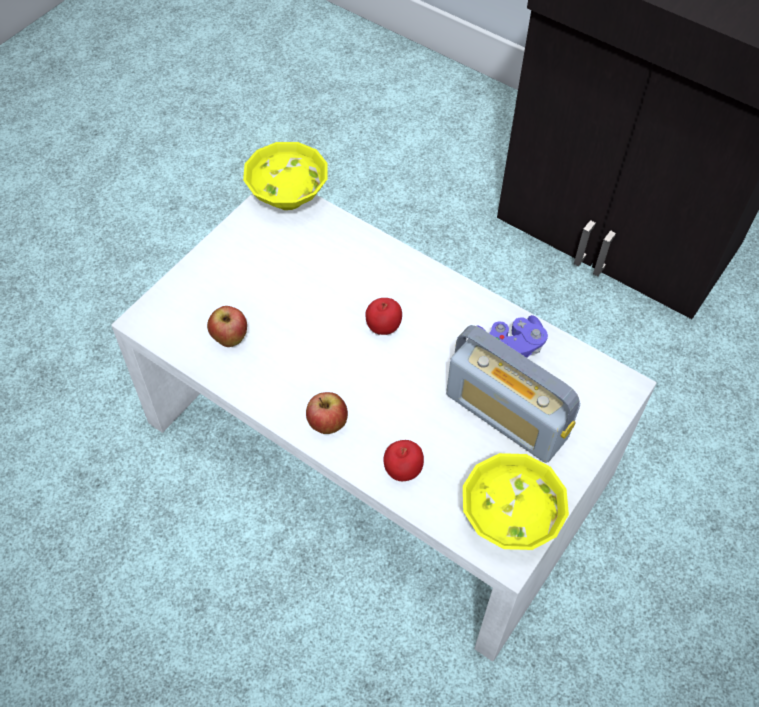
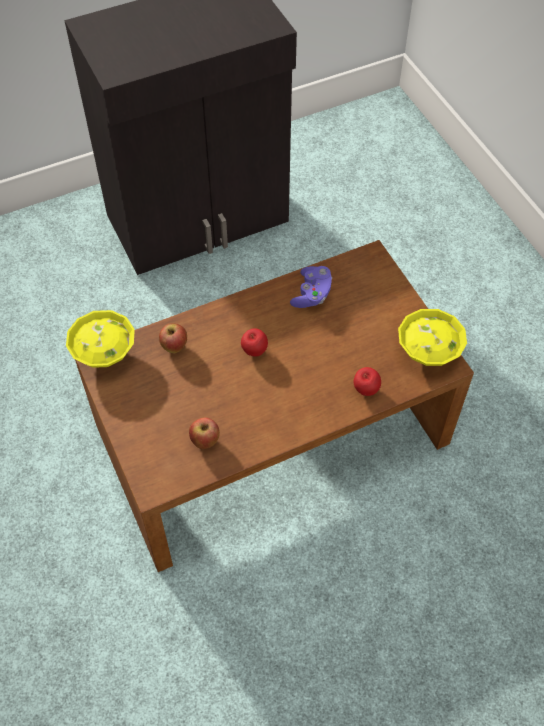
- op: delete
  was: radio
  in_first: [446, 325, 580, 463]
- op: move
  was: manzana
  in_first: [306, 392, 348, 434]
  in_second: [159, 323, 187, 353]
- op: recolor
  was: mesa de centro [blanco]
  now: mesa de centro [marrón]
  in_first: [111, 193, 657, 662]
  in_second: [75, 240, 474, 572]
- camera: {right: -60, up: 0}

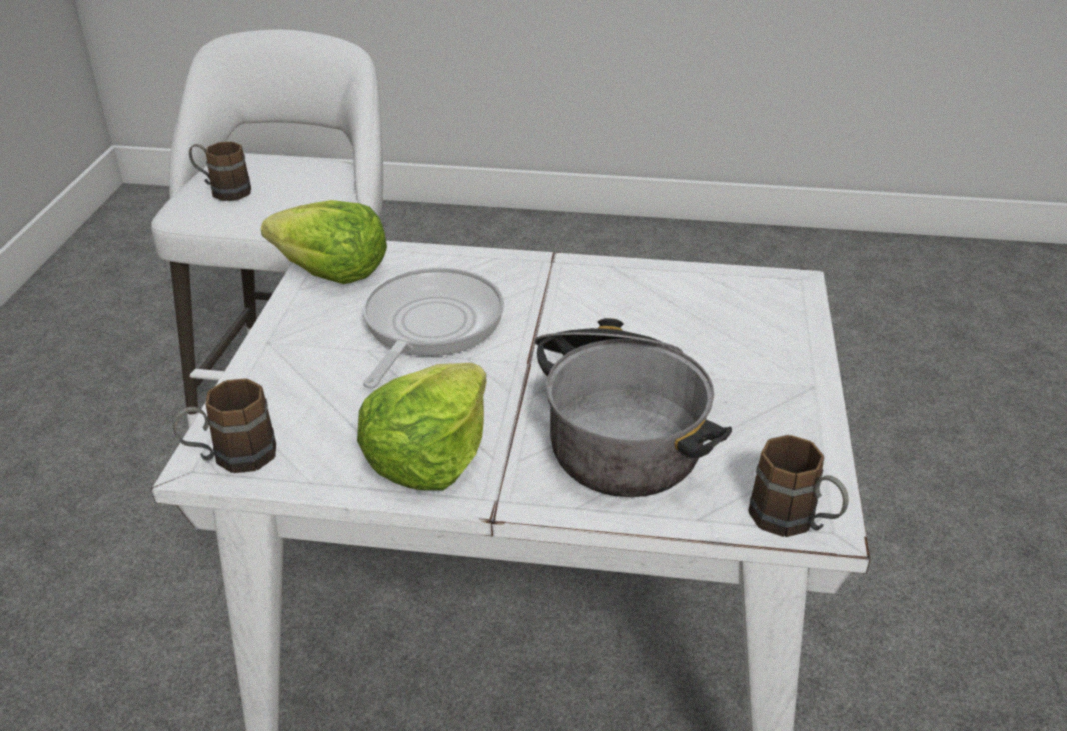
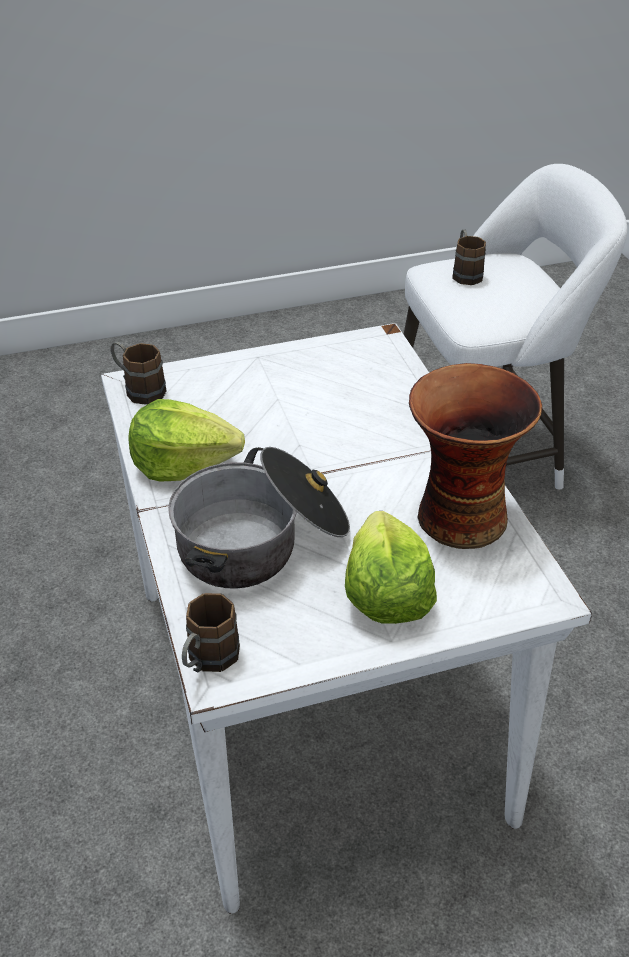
- op: delete
  was: sartén
  in_first: [362, 268, 504, 388]
- op: insert
  now: florero
  in_second: [409, 363, 542, 549]
- op: move
  was: lechuga
  in_first: [260, 200, 387, 284]
  in_second: [345, 511, 437, 624]
- camera: {right: 65, up: 5}

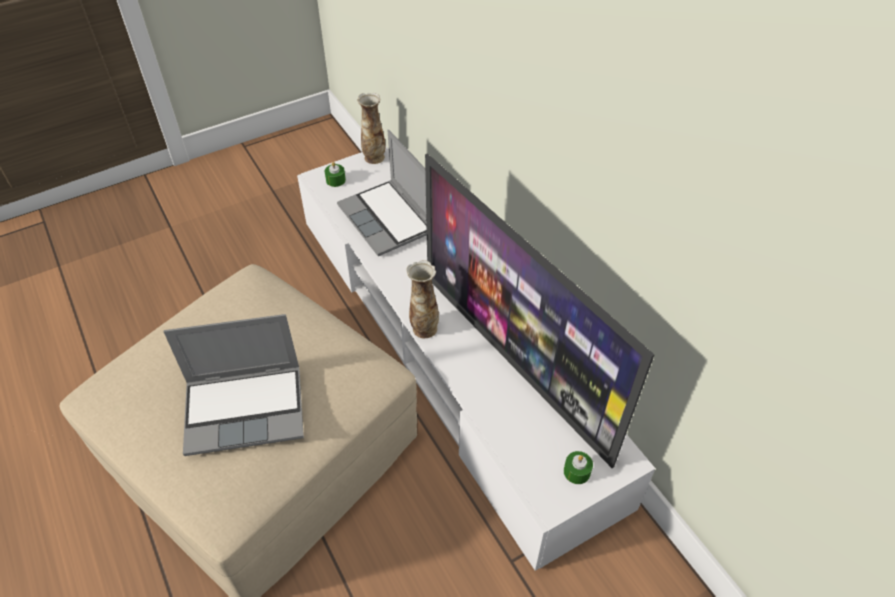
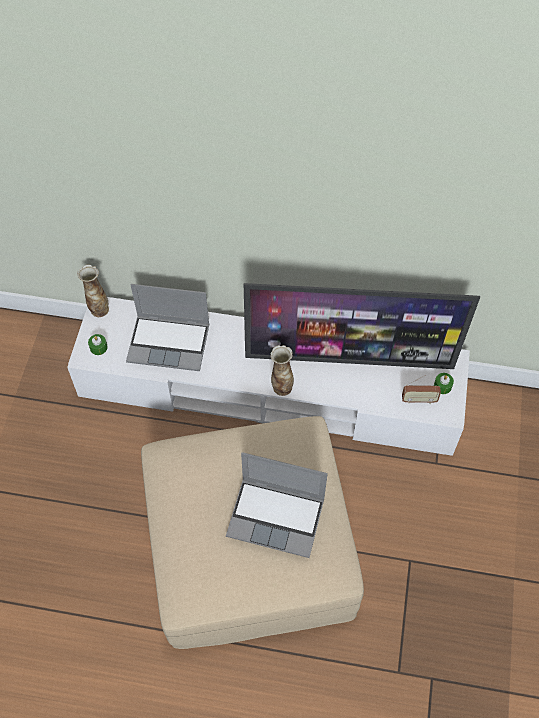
- op: insert
  now: radio
  in_second: [402, 375, 441, 404]
- op: rotate
  was: portátil
  in_first: [164, 314, 304, 456]
  in_second: [226, 452, 328, 558]
  clockwise: 75
- camera: {right: -50, up: 10}

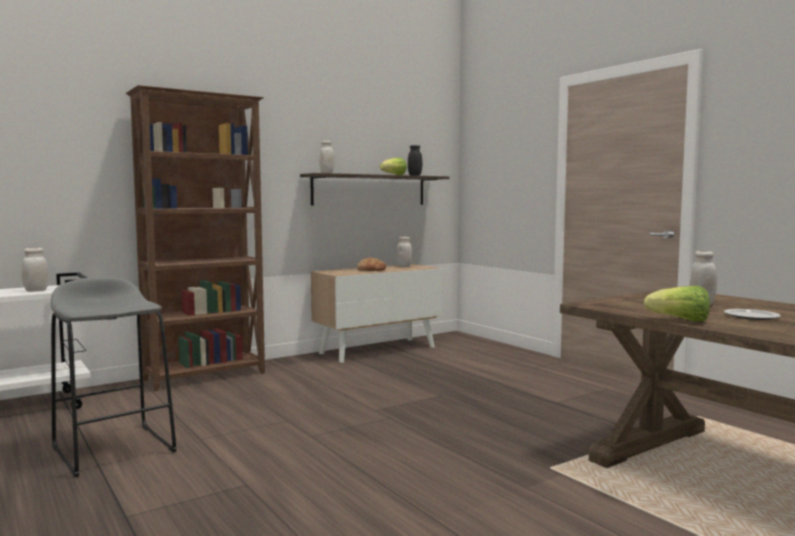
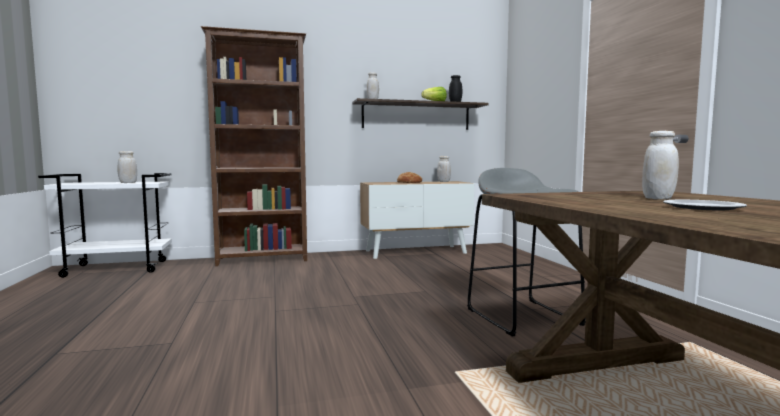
- op: delete
  was: lechuga
  in_first: [644, 286, 710, 322]
- op: move
  was: taburete [gris]
  in_first: [51, 277, 177, 477]
  in_second: [467, 168, 586, 337]
- camera: {right: 20, up: 0}

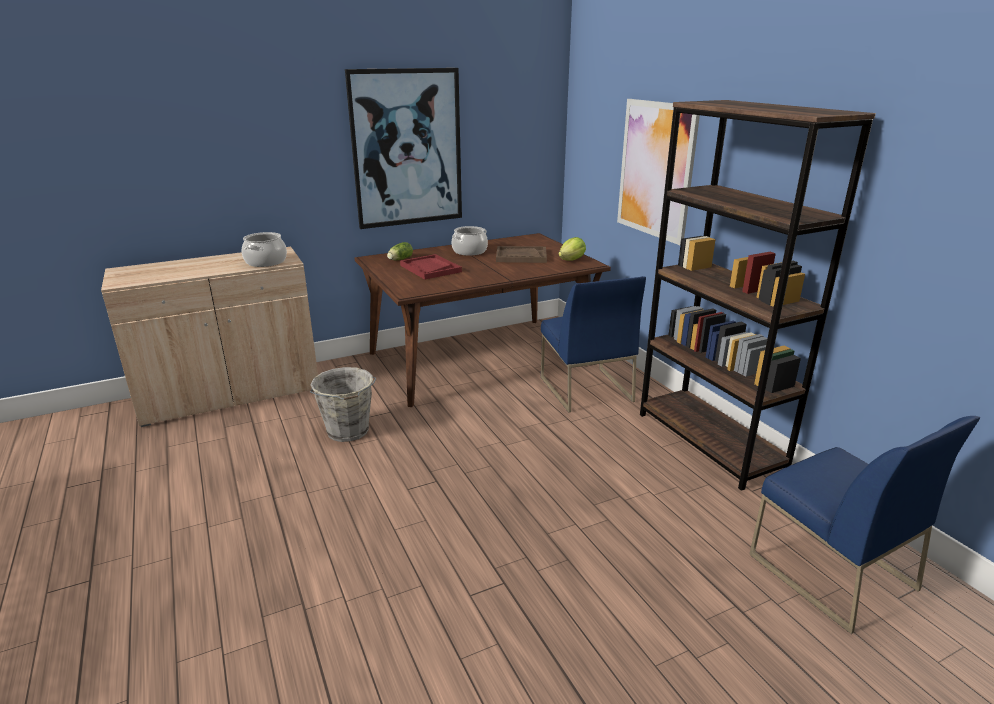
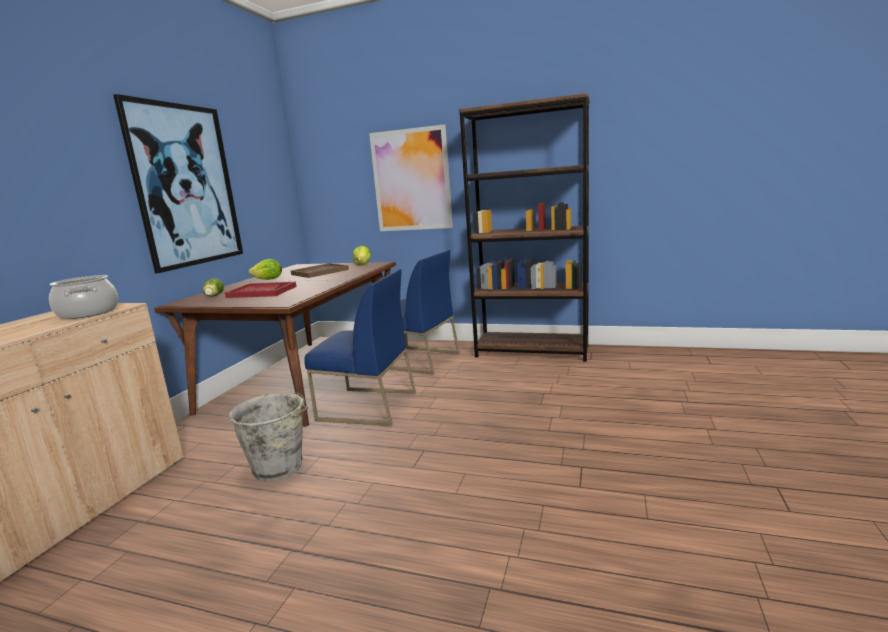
- op: move
  was: silla [azul]
  in_first: [749, 416, 980, 634]
  in_second: [304, 269, 416, 426]
- op: replace
  was: olla
  now: lechuga
  in_first: [452, 226, 488, 256]
  in_second: [249, 259, 282, 280]
- camera: {right: -45, up: -10}

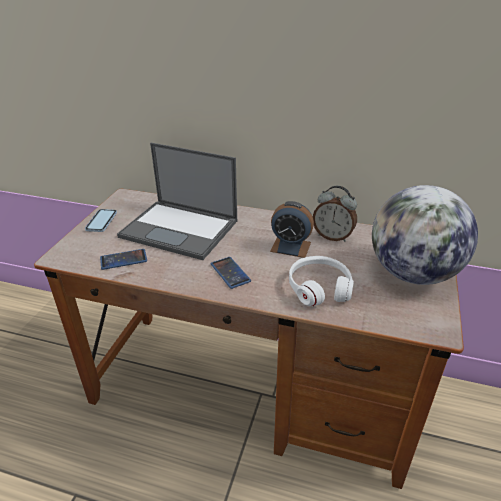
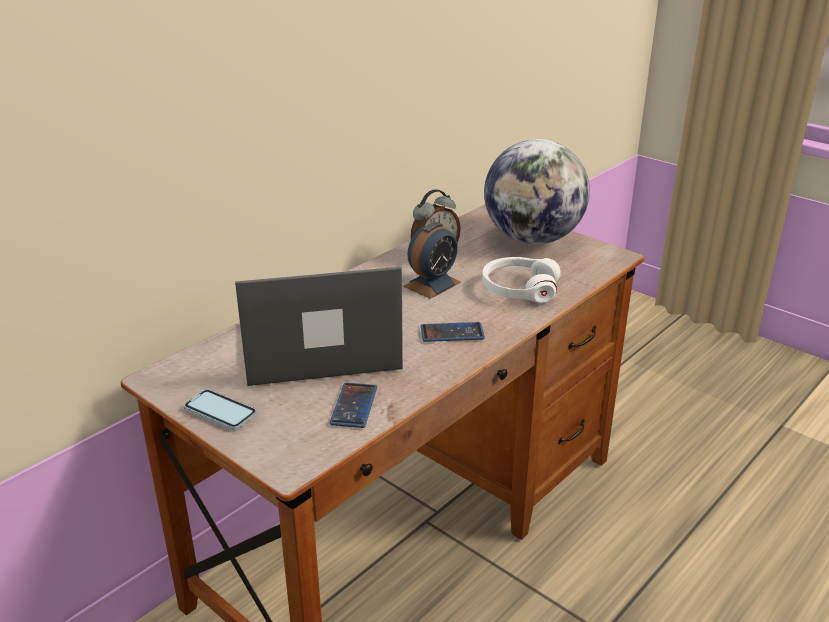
- op: rotate
  was: portátil
  in_first: [117, 143, 237, 260]
  in_second: [235, 267, 403, 386]
  clockwise: -150
- camera: {right: -65, up: -5}

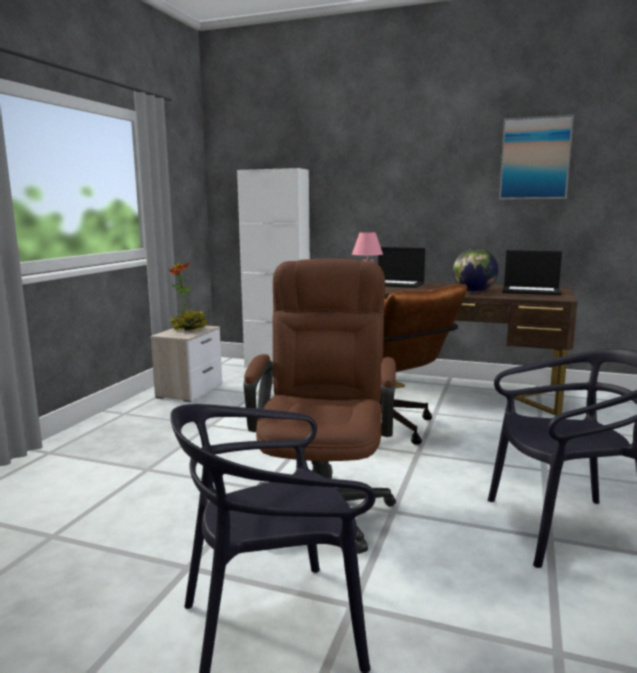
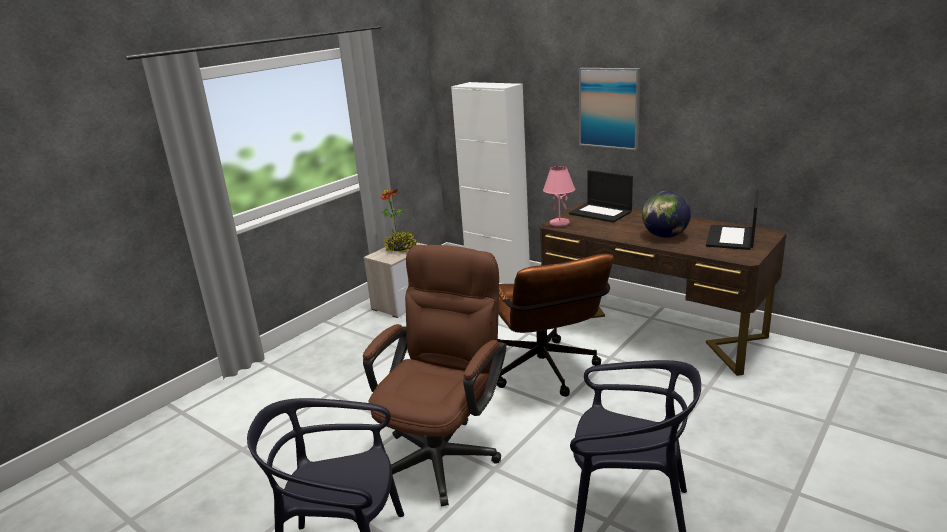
- op: move
  was: cuadro
  in_first: [499, 115, 574, 200]
  in_second: [579, 68, 640, 150]
- op: rotate
  was: portátil
  in_first: [502, 250, 562, 295]
  in_second: [706, 190, 759, 250]
  clockwise: 75
- camera: {right: 20, up: 10}

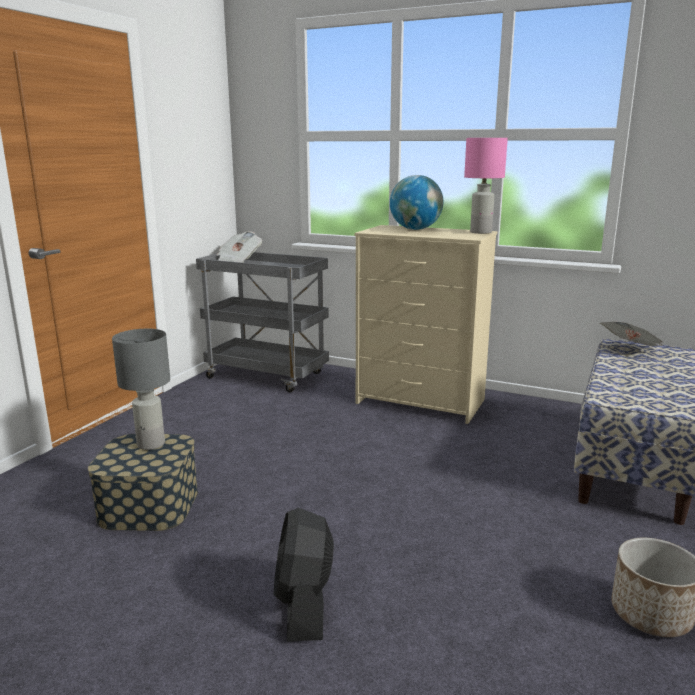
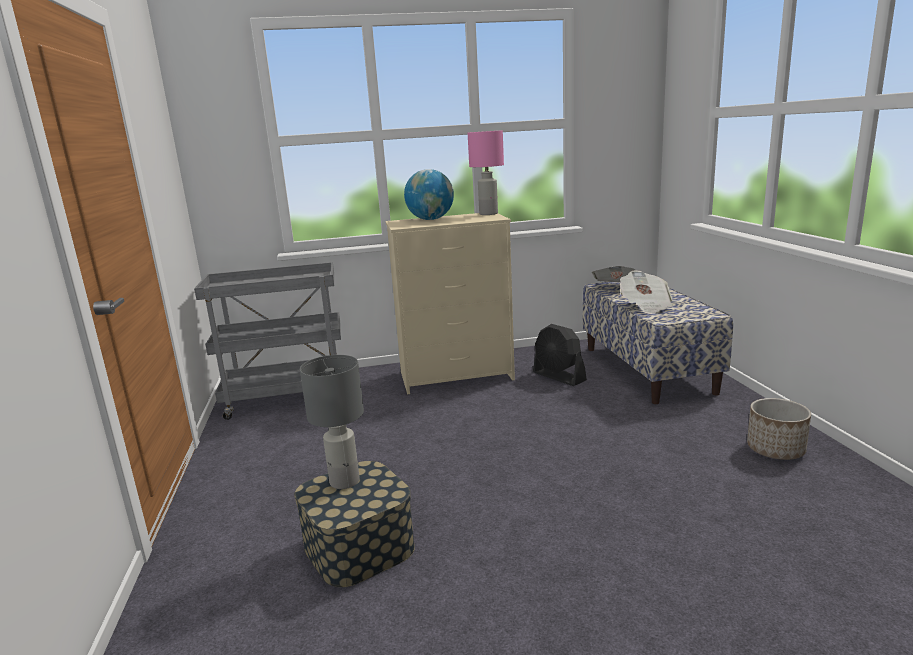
- op: move
  was: periódico
  in_first: [217, 231, 262, 263]
  in_second: [620, 271, 673, 314]
- op: move
  was: ventilador [negro]
  in_first: [274, 507, 334, 642]
  in_second: [533, 324, 587, 386]
- camera: {right: -35, up: 0}

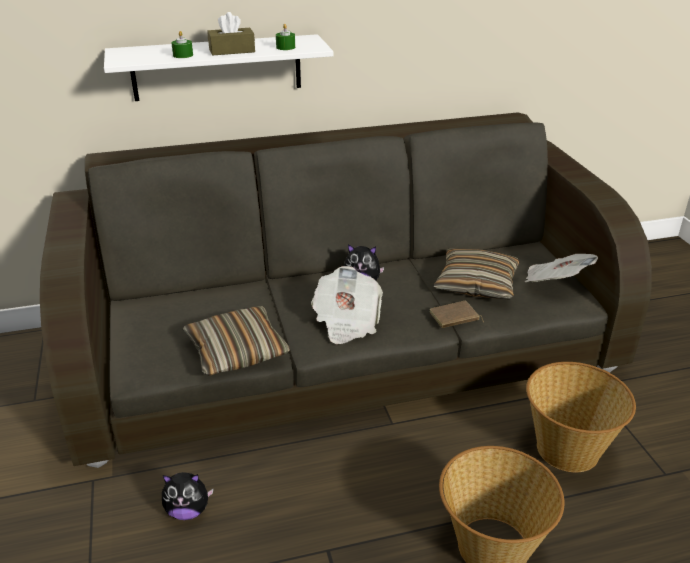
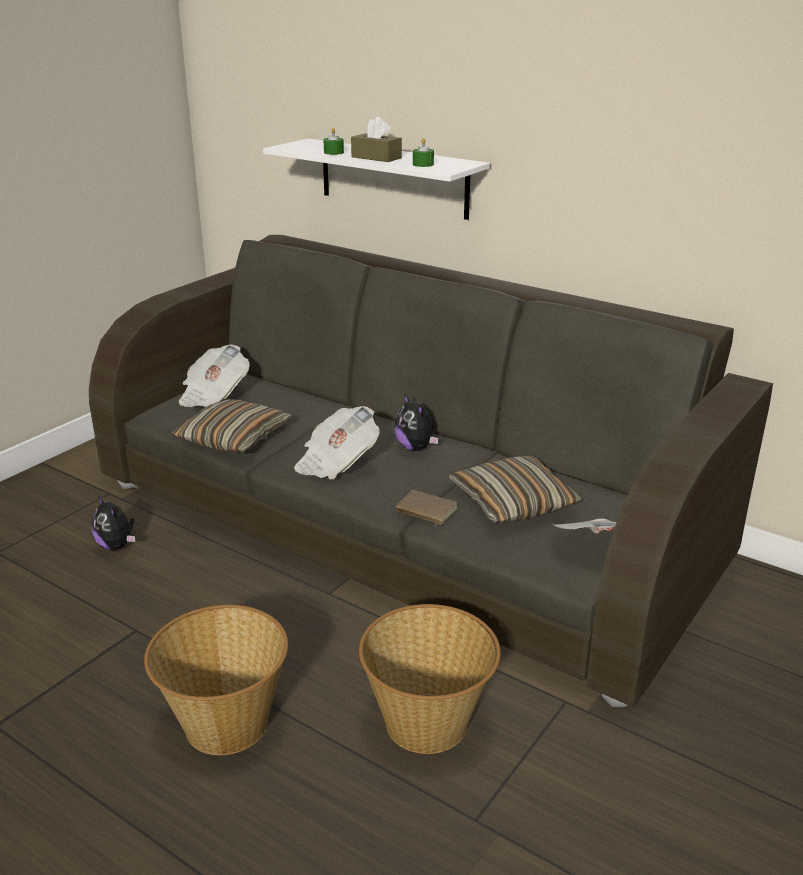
- op: insert
  now: periódico
  in_second: [179, 345, 249, 407]
- camera: {right: 50, up: -5}

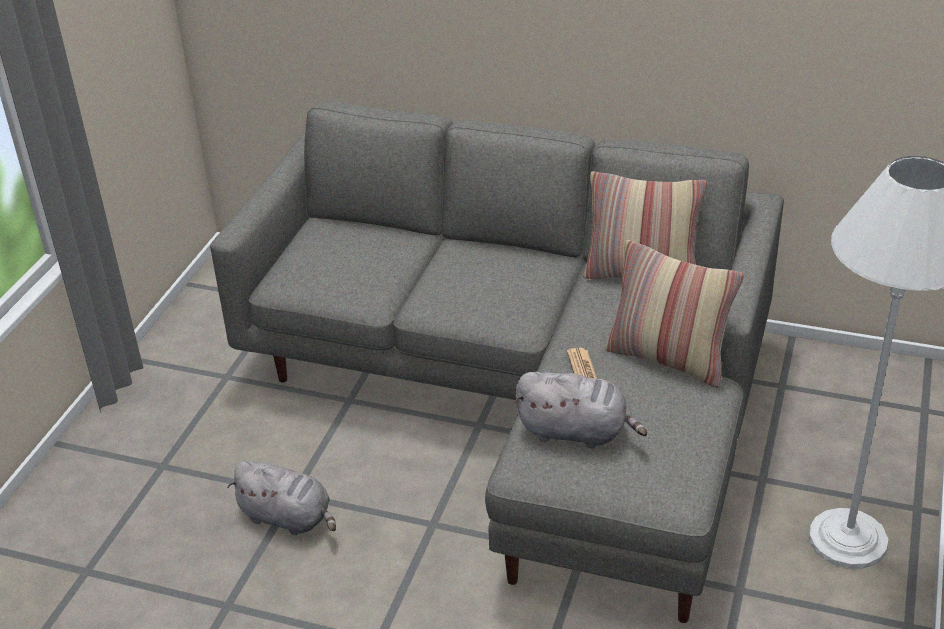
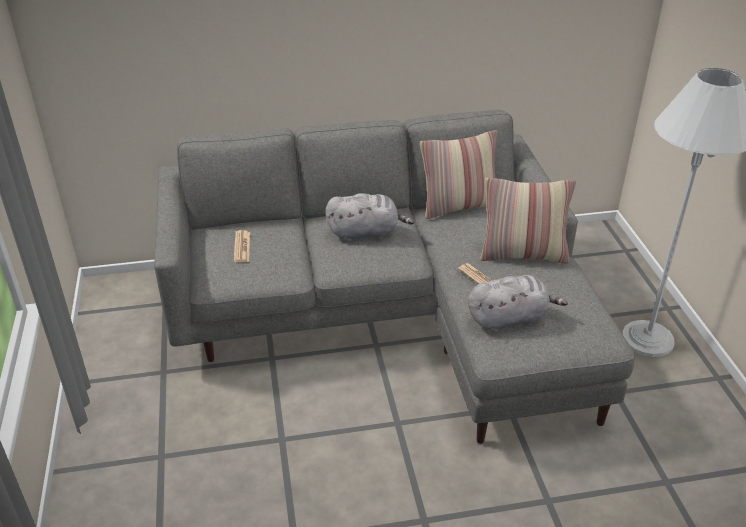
- op: insert
  now: periódico
  in_second: [234, 230, 250, 263]
- op: move
  was: peluche [gris]
  in_first: [227, 461, 336, 535]
  in_second: [325, 193, 414, 242]
- camera: {right: -30, up: 0}

